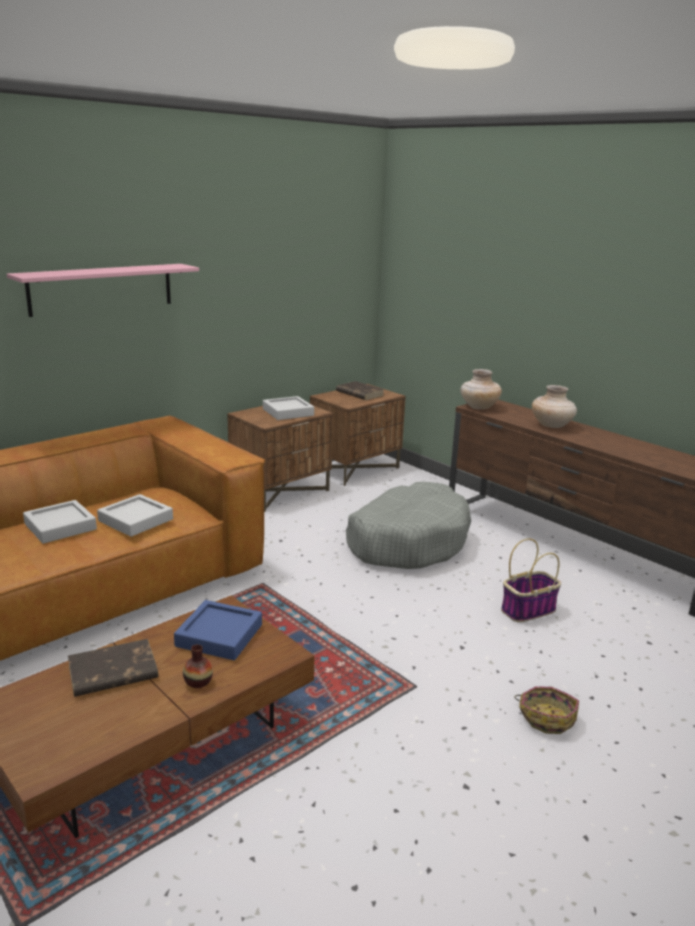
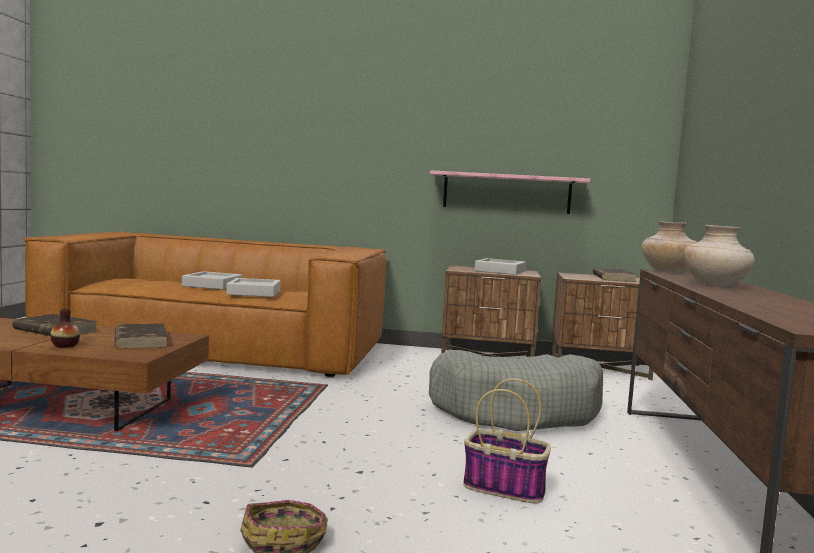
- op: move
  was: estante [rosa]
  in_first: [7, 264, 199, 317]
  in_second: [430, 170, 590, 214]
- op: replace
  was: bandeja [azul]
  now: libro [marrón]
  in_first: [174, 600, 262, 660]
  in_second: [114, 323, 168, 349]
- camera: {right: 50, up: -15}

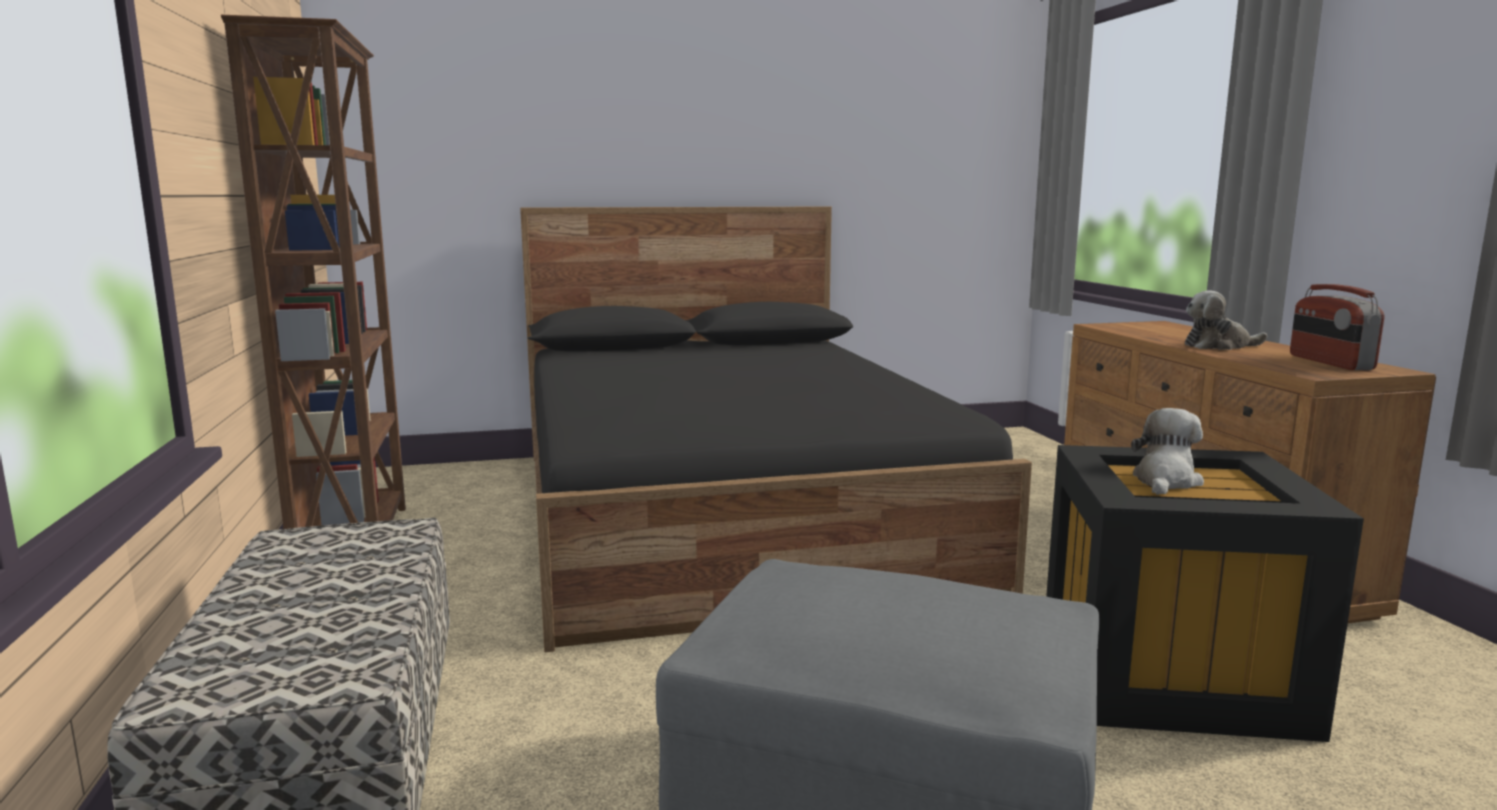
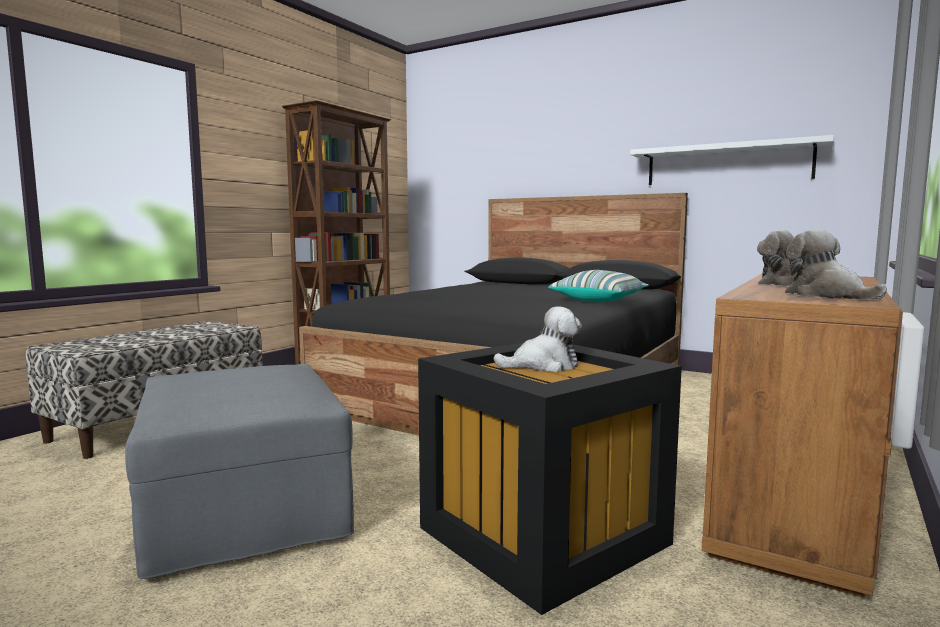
- op: insert
  now: cojín
  in_second: [548, 270, 649, 302]
- op: insert
  now: estante [blanco]
  in_second: [630, 135, 834, 185]
- op: replace
  was: radio
  now: peluche
  in_first: [1290, 284, 1385, 370]
  in_second: [785, 229, 887, 300]
- camera: {right: 45, up: -5}

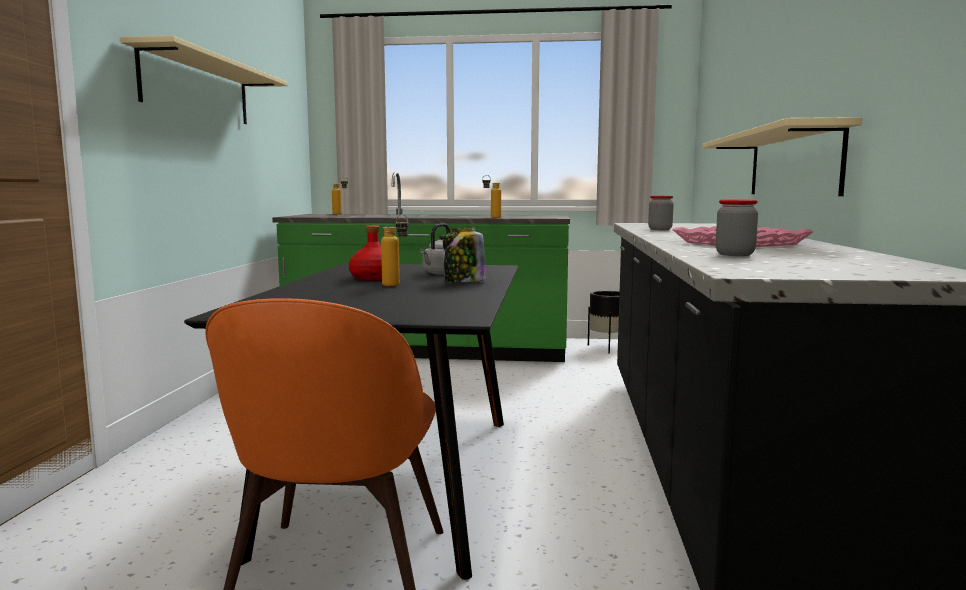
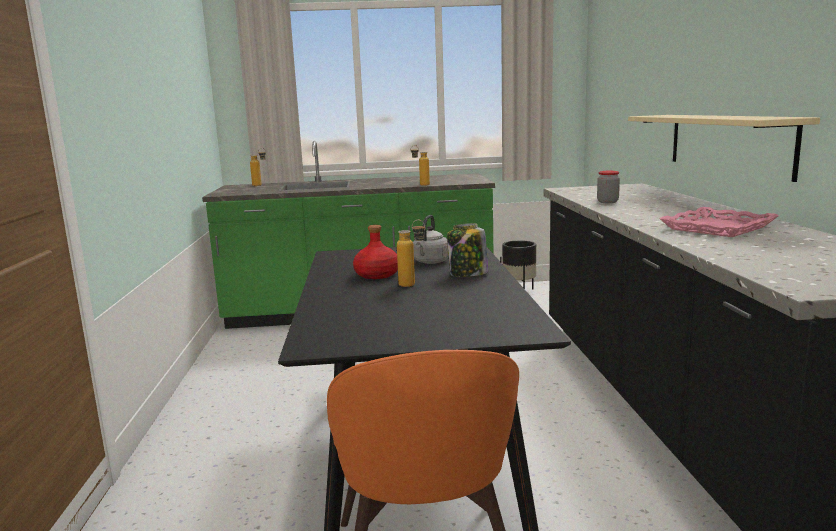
- op: delete
  was: estante [beis]
  in_first: [120, 36, 288, 124]
- op: delete
  was: tarro
  in_first: [716, 199, 758, 256]
- camera: {right: -10, up: 5}

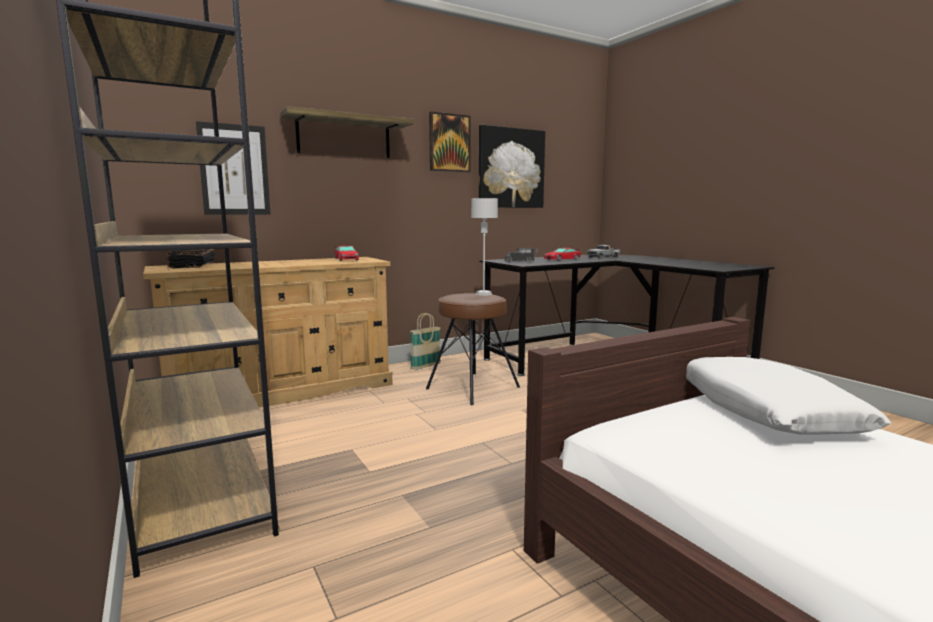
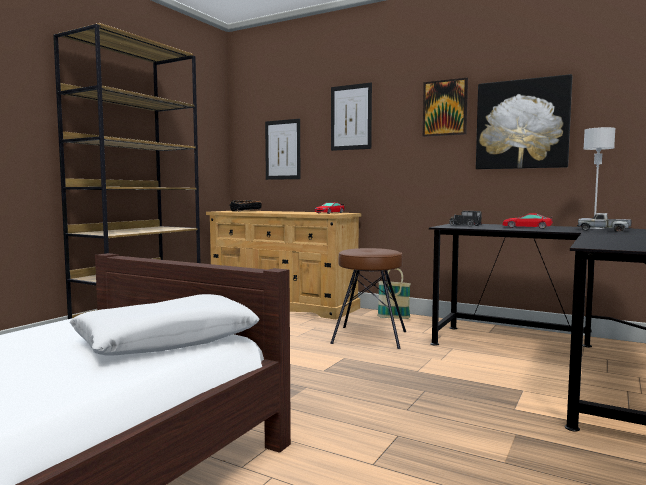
- op: move
  was: lámpara de mesa [gris]
  in_first: [471, 198, 498, 296]
  in_second: [583, 127, 616, 229]
- op: replace
  was: estante
  now: cuadro
  in_first: [280, 106, 413, 158]
  in_second: [331, 82, 372, 151]
- camera: {right: 60, up: -5}

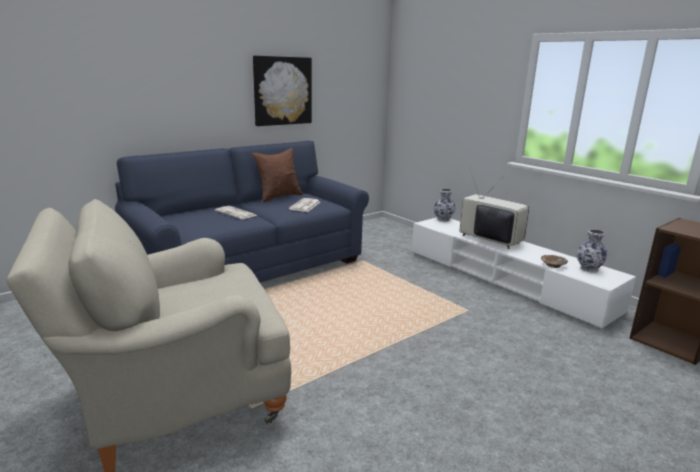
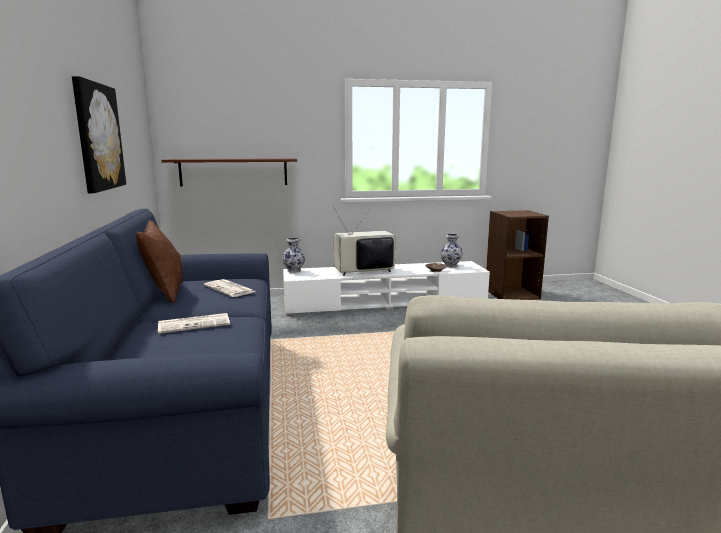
- op: insert
  now: estante [marrón]
  in_second: [162, 158, 297, 186]
- camera: {right: -60, up: -5}

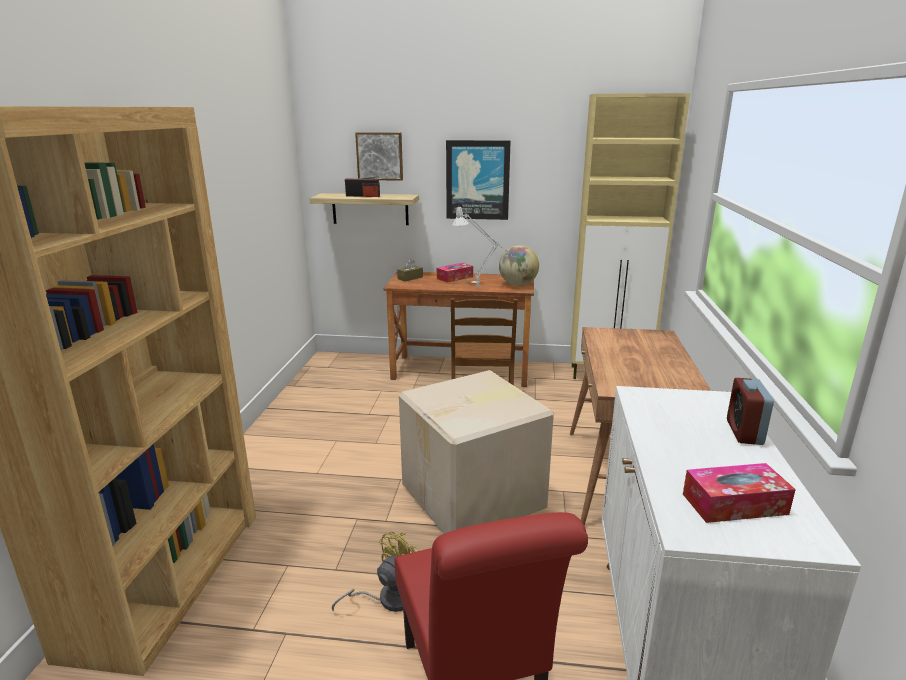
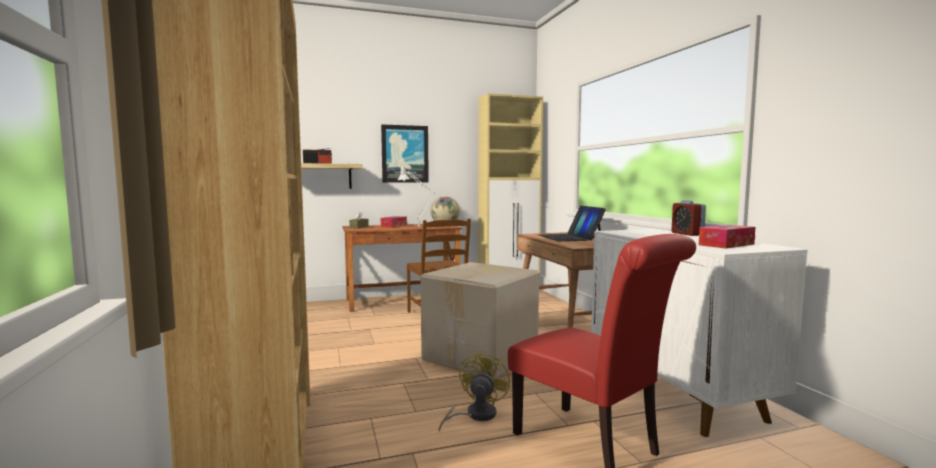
- op: delete
  was: cuadro
  in_first: [355, 132, 403, 181]
- op: insert
  now: portátil
  in_second: [538, 206, 606, 241]
- camera: {right: -25, up: -15}

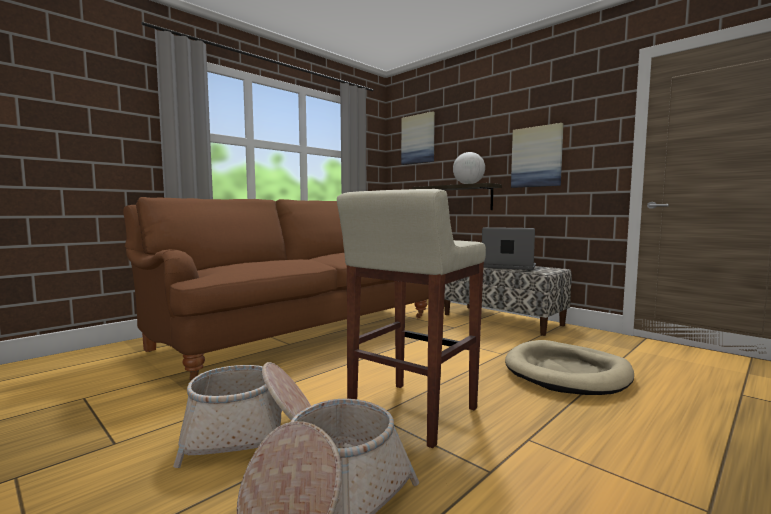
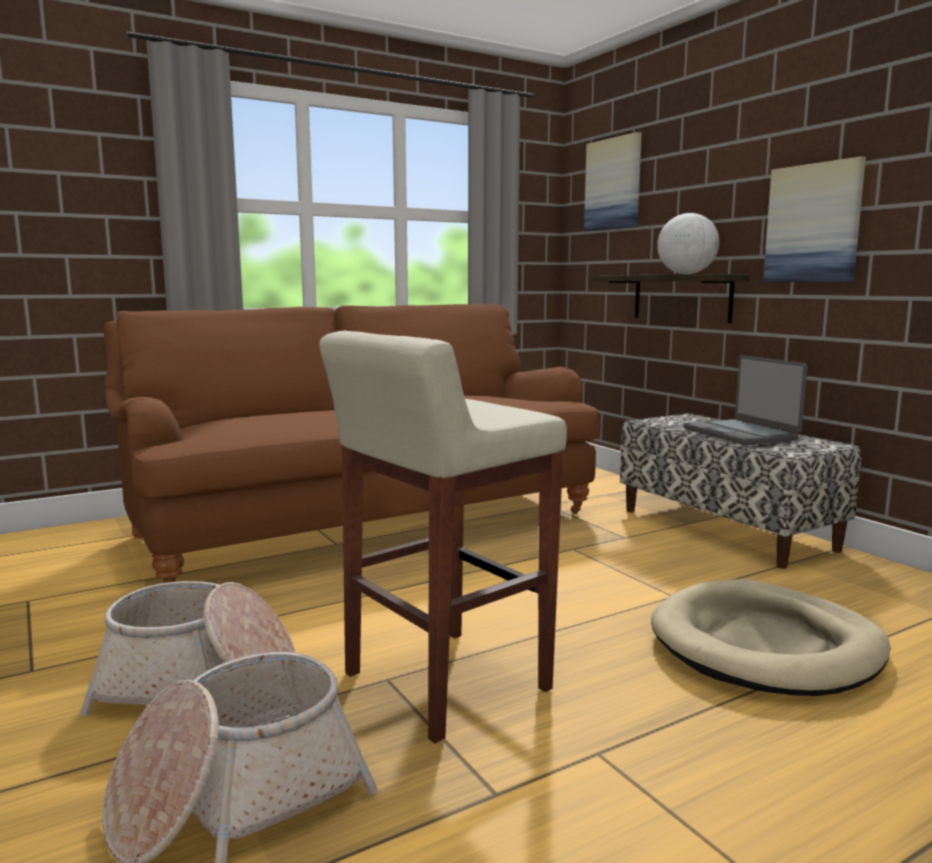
- op: rotate
  was: portátil
  in_first: [482, 227, 536, 270]
  in_second: [684, 355, 807, 445]
  clockwise: -150
- camera: {right: 15, up: 5}

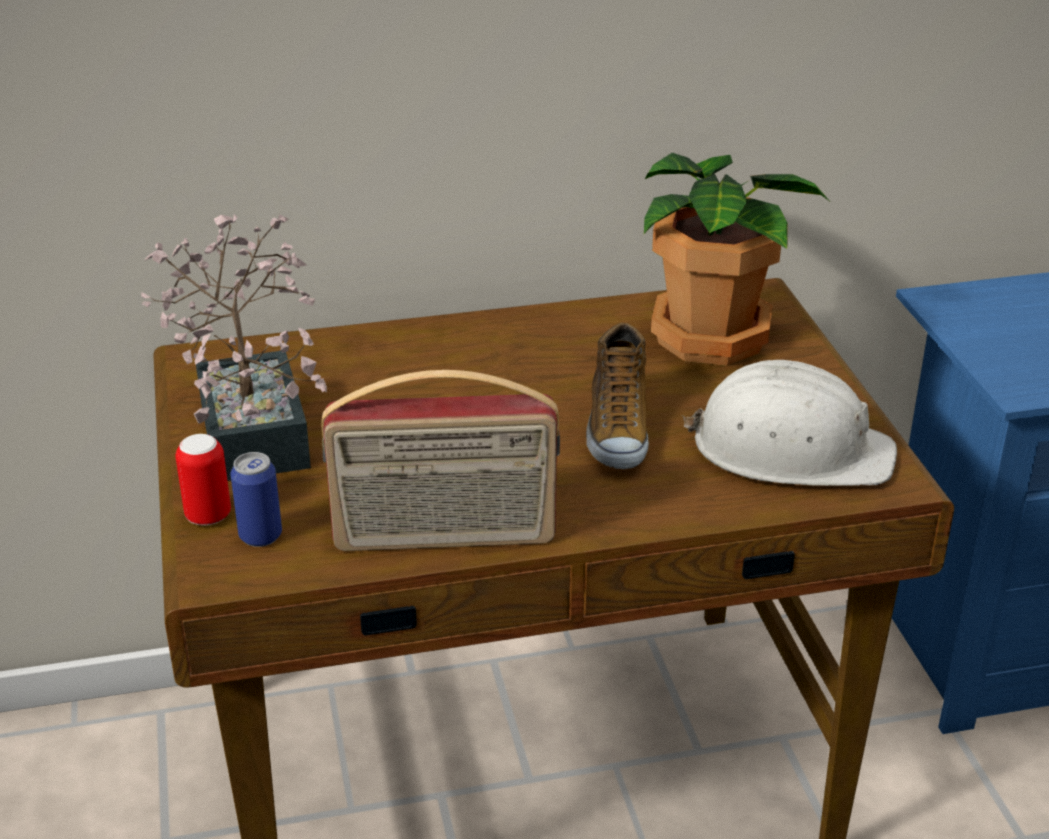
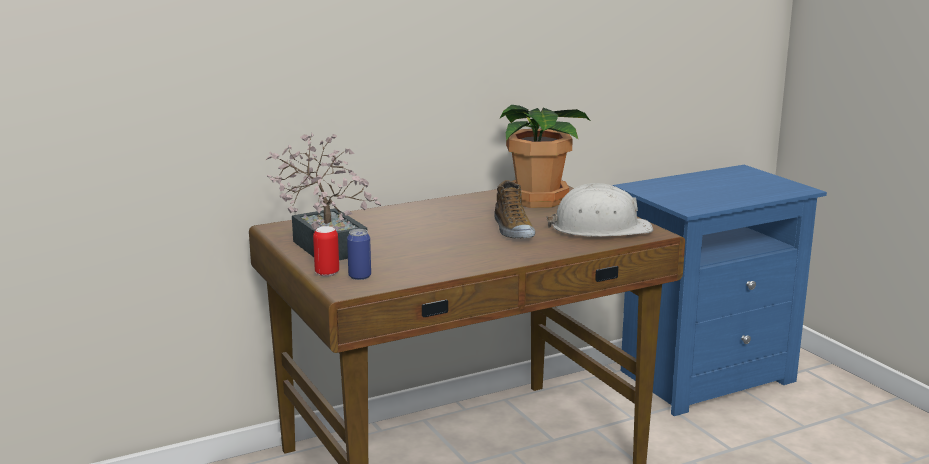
- op: delete
  was: radio
  in_first: [321, 370, 560, 551]
- camera: {right: -15, up: -15}

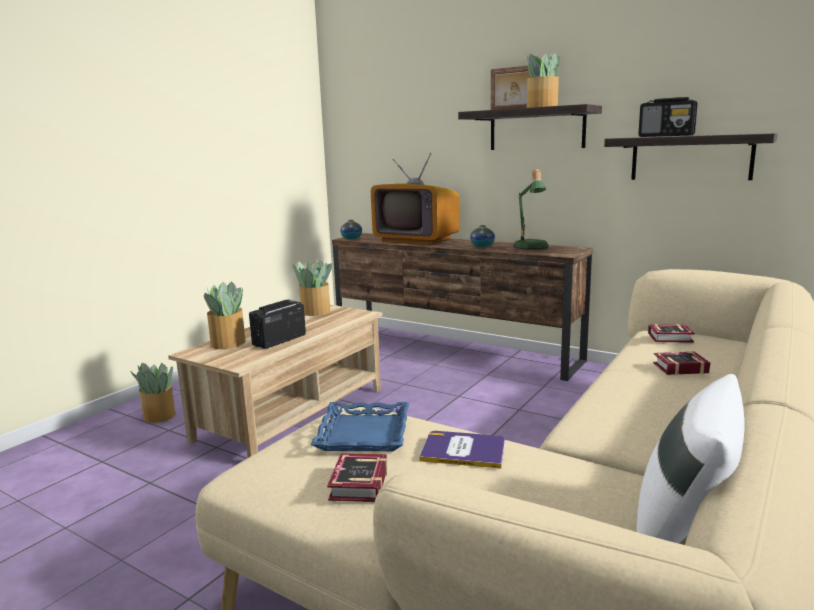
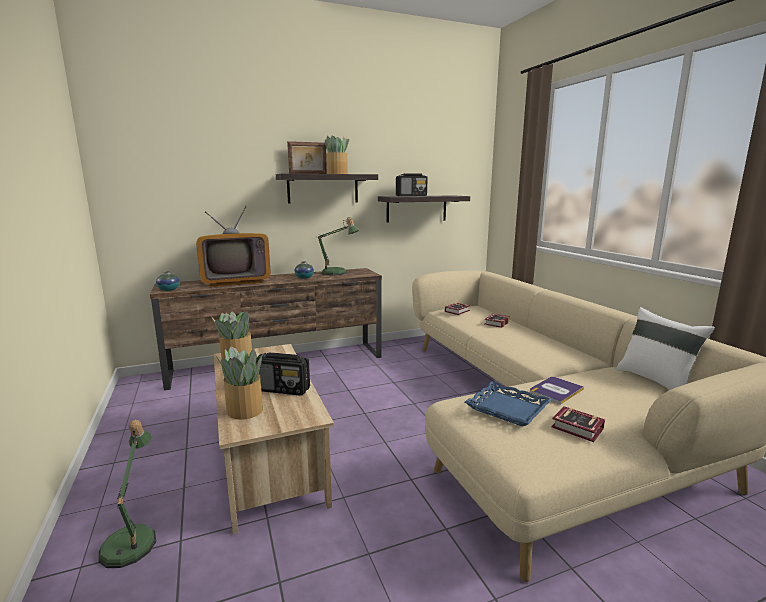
- op: replace
  was: planta en maceta
  now: lámpara de mesa
  in_first: [130, 363, 175, 423]
  in_second: [98, 420, 156, 568]
- op: rotate
  was: radio
  in_first: [249, 300, 306, 349]
  in_second: [256, 353, 310, 396]
  clockwise: -60
- camera: {right: -55, up: 0}

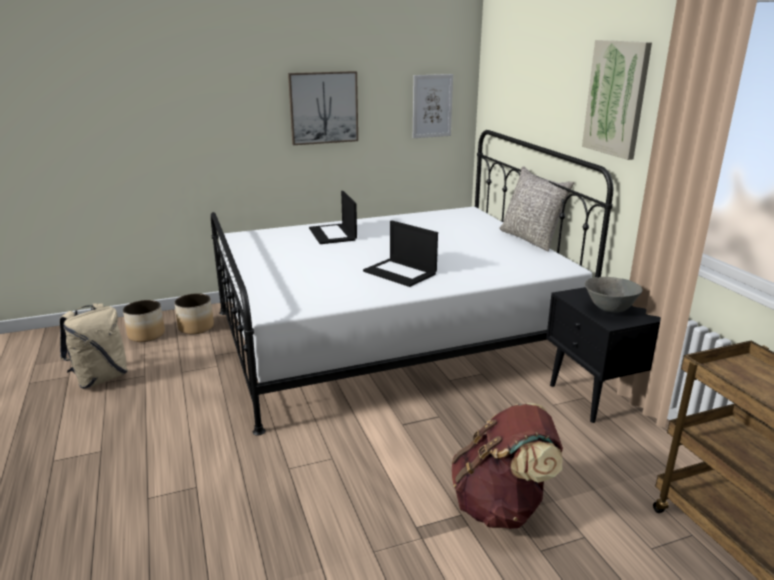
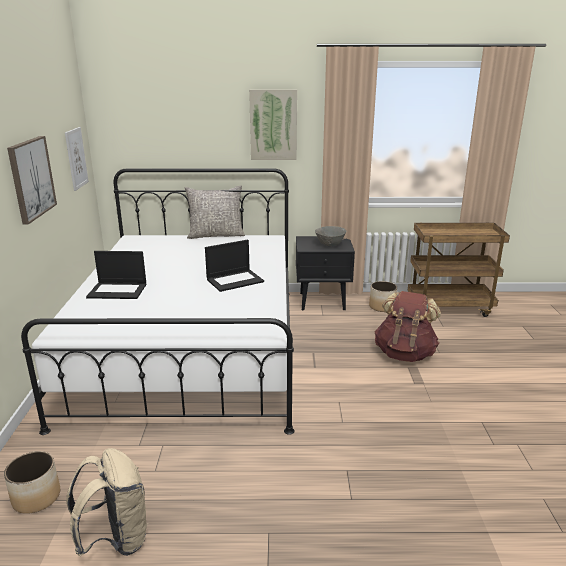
- op: move
  was: maceta
  in_first: [175, 293, 214, 334]
  in_second: [369, 281, 397, 312]
- camera: {right: -70, up: 0}

